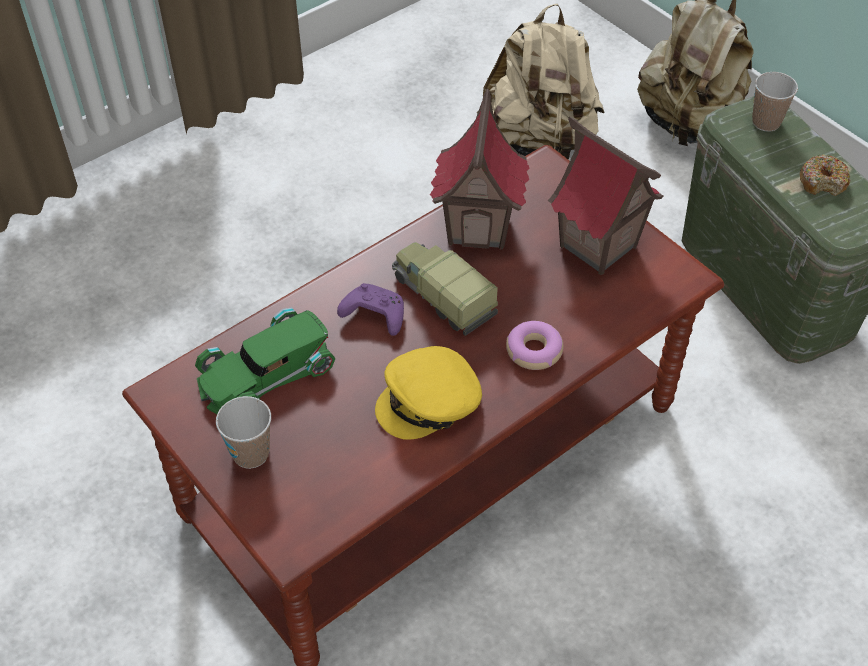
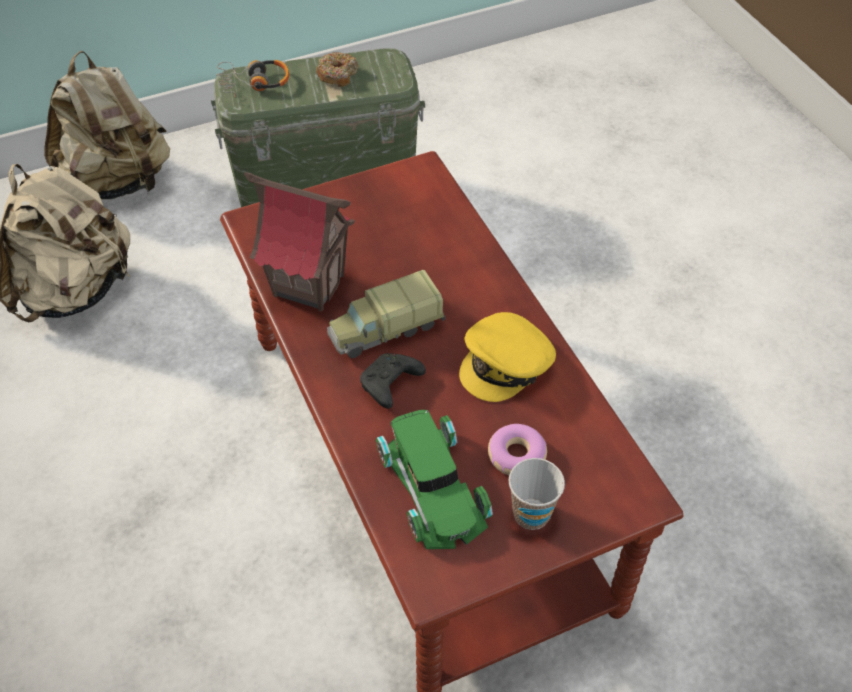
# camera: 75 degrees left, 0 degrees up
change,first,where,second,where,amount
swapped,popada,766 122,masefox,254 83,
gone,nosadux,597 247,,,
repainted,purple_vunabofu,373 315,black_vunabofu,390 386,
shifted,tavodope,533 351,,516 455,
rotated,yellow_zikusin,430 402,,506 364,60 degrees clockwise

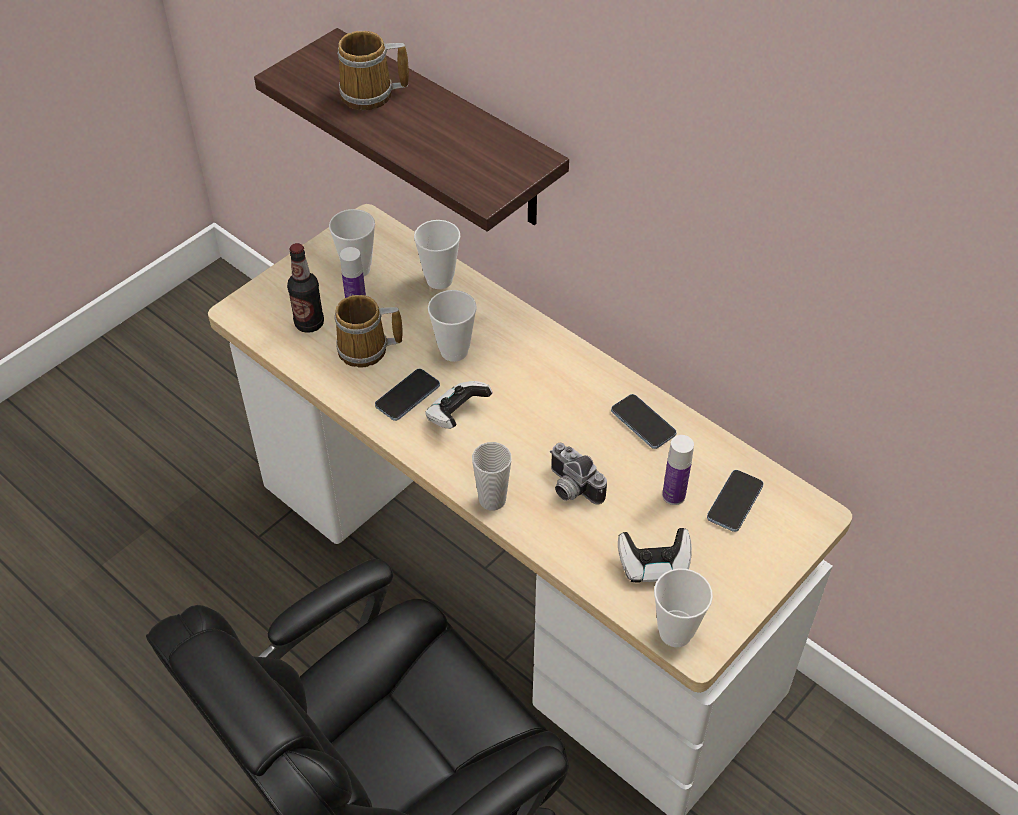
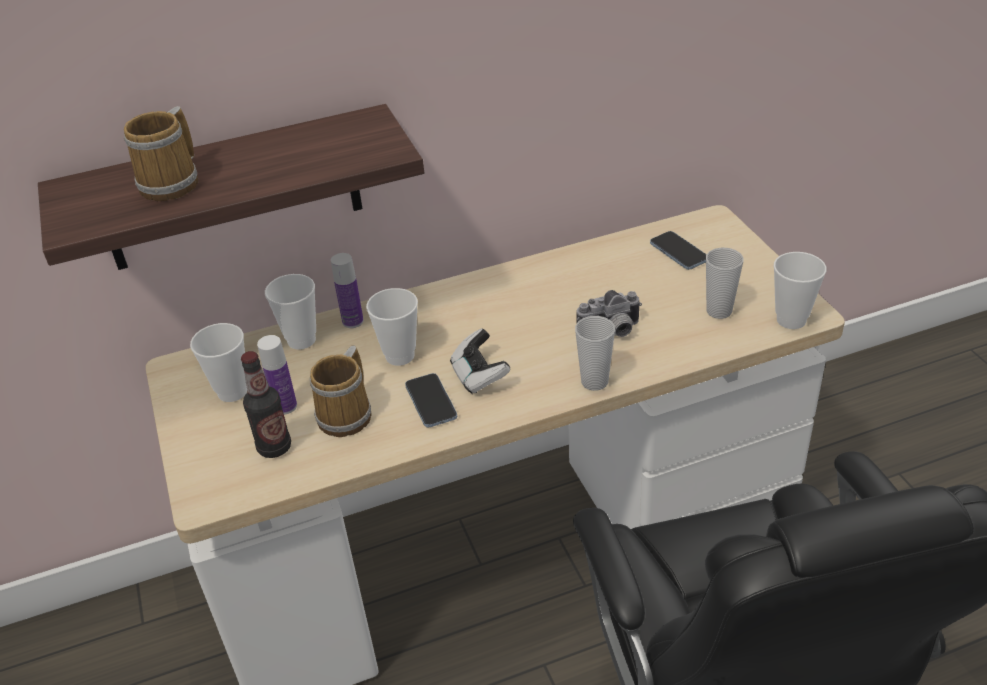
# camera: 60 degrees left, 10 degrees down
change,first,where,second,where,amount
gone,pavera,643 423,,,
shifted,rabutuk,673 495,,353 321,
swapped,vunabofu,653 565,popada,719 311,

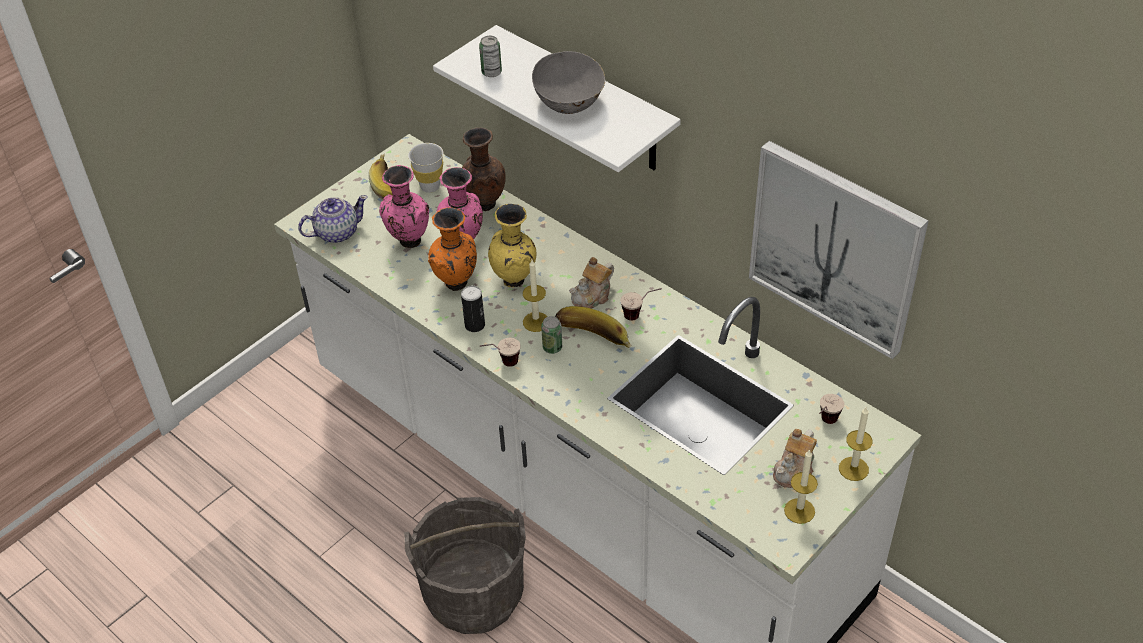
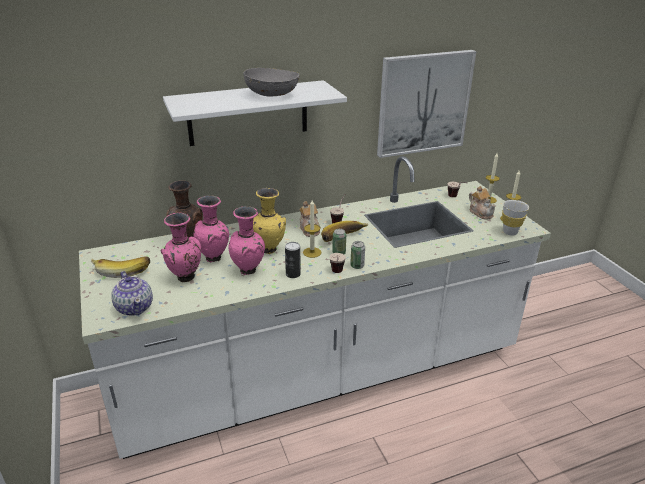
# camera: 65 degrees left, 15 degrees down
change,first,where,second,where,amount
shifted,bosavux,491 72,,357 266,
shifted,white_popada,430 186,,510 232,
rotated,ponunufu,336 232,,135 307,150 degrees clockwise
repainted,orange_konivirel,456 285,pink_konivirel,249 271,
gone,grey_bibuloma,474 594,,,

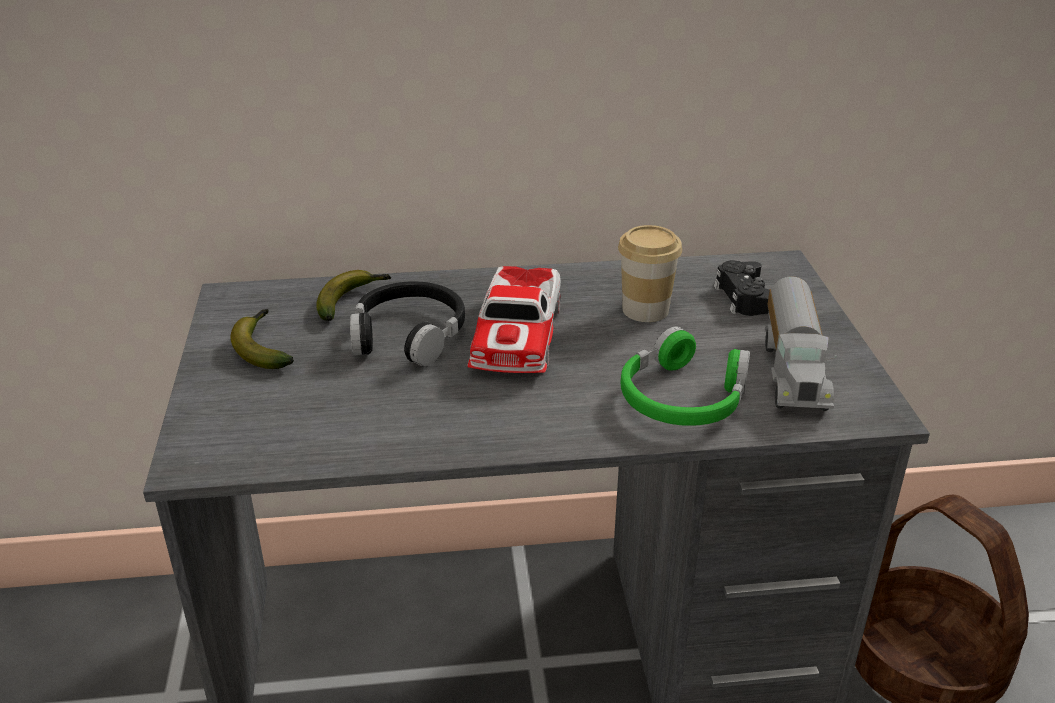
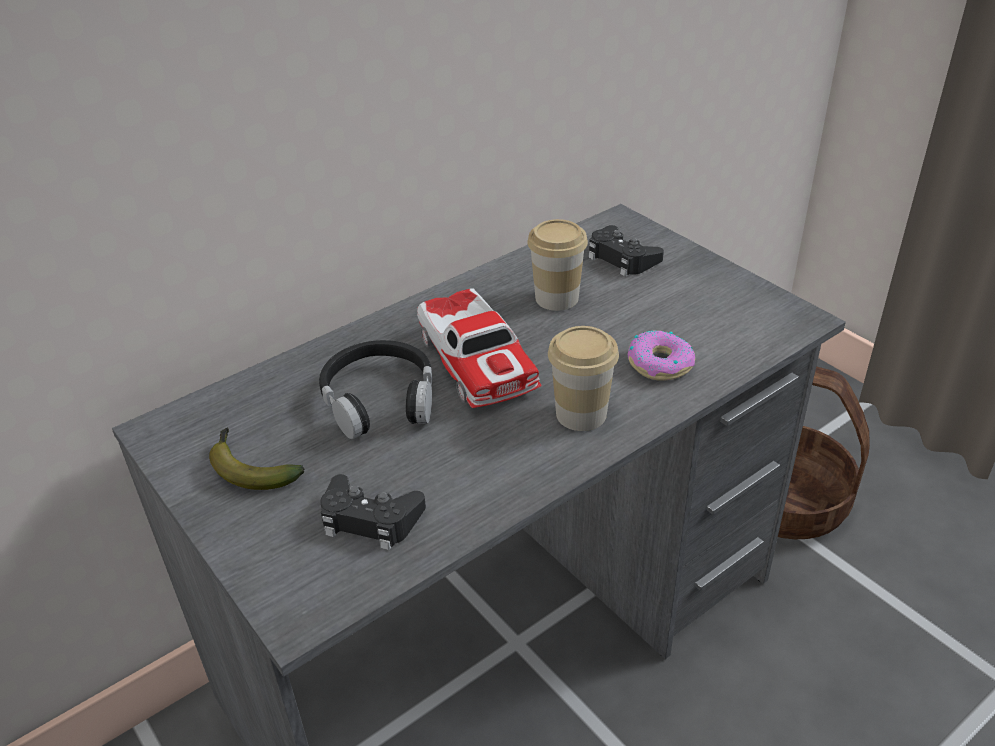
# camera: 30 degrees left, 5 degrees up
change,first,where,second,where,amount
gone,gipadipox,352 301,,,
gone,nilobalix,795 371,,,
swapped,green_masefox,683 398,tavodope,660 363,
new,,,popada,581 414,
new,,,black_vunabofu,370 519,

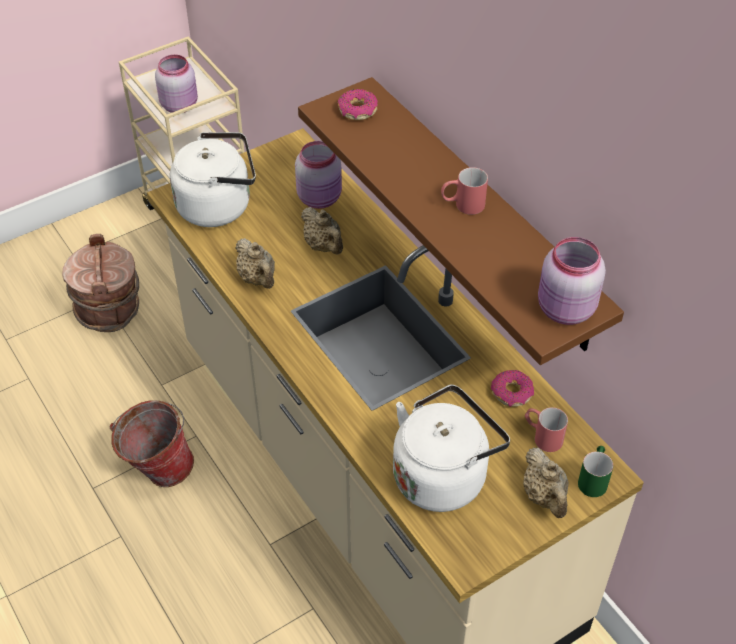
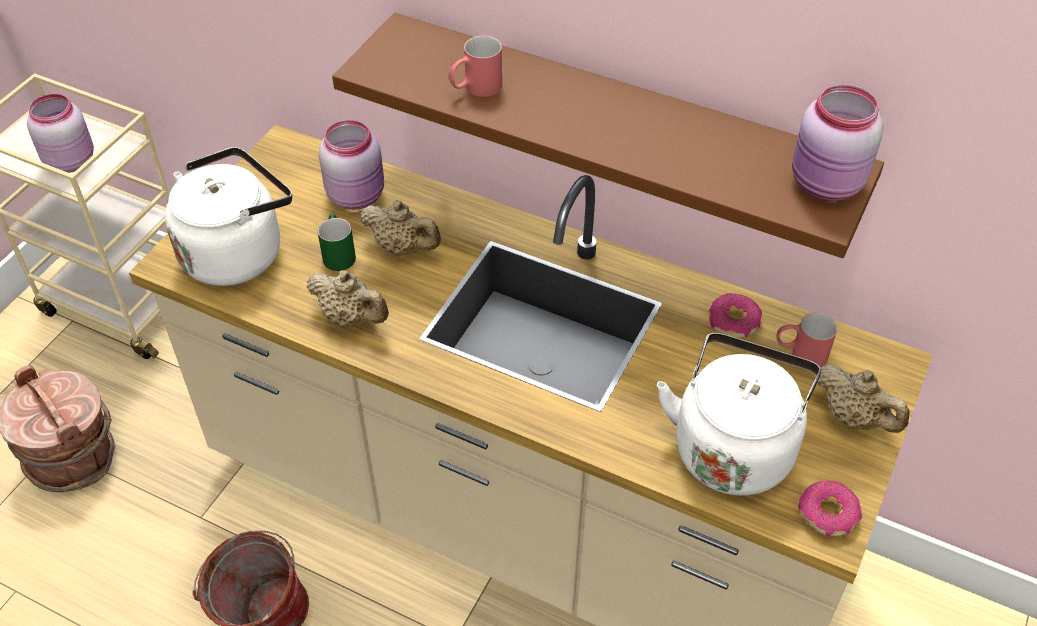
# camera: 30 degrees left, 0 degrees up
change,first,where,second,where,amount
shifted,tavodope,357 111,,828 514,
shifted,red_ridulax,462 205,,475 89,
shifted,green_ridulax,593 478,,338 253,

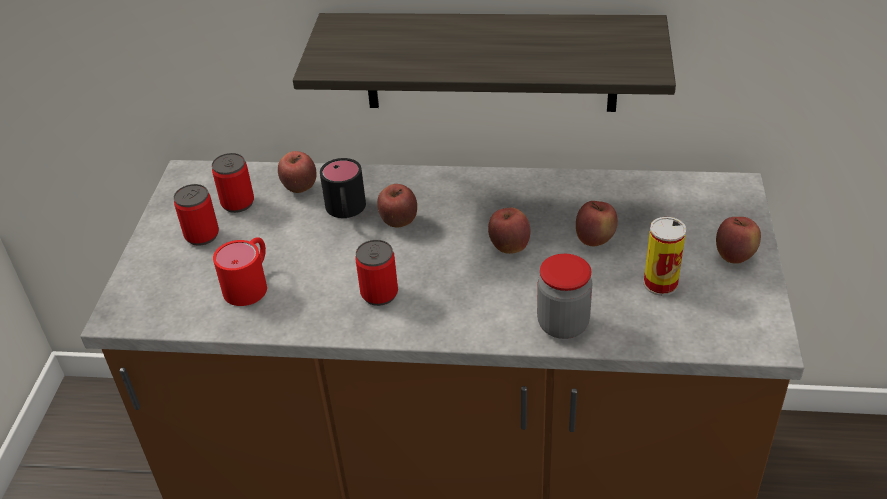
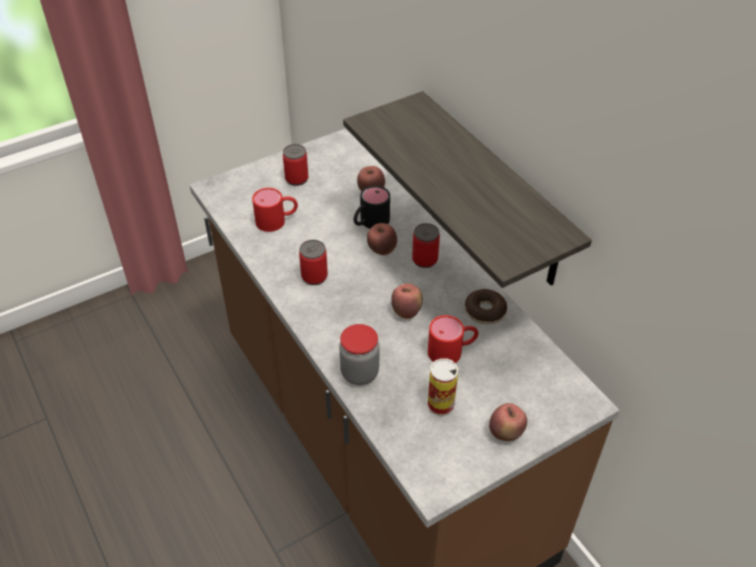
# camera: 50 degrees right, 5 degrees up
change,first,where,second,where,amount
shifted,bosavux,238 203,,424 260,
swapped,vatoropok,595 240,red_ridulax,452 350,
new,,,tavodope,485 311,

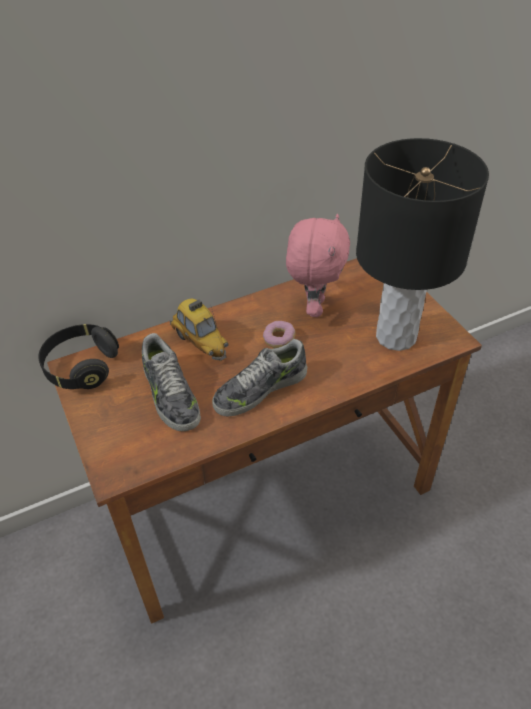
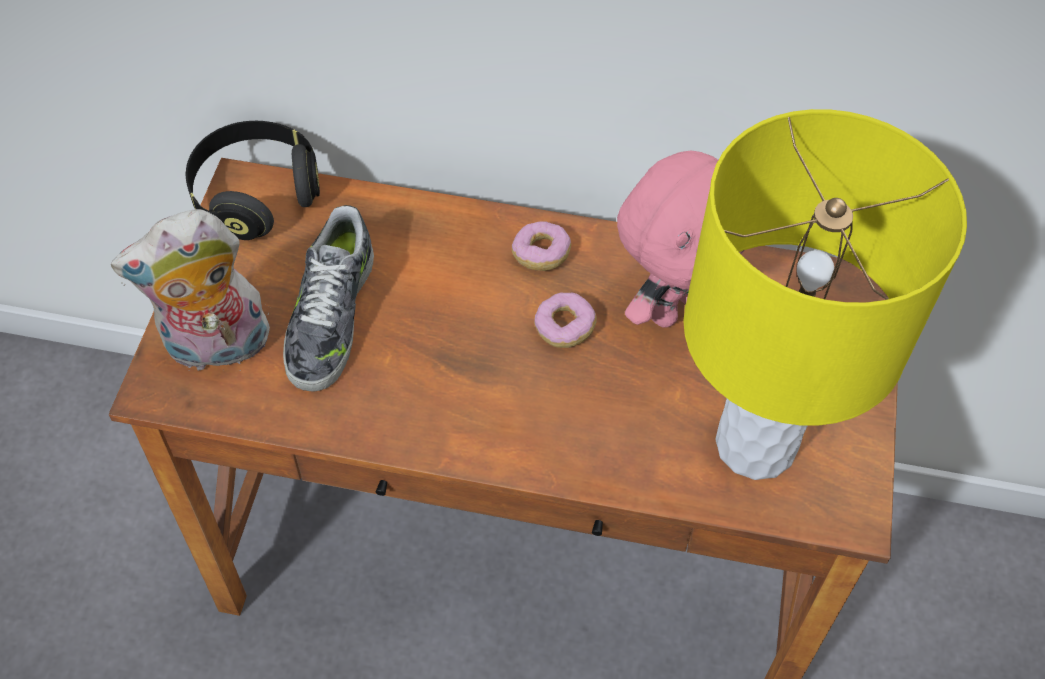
# camera: 35 degrees right, 10 degrees up
change,first,where,second,where,amount
repainted,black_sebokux,396 337,yellow_sebokux,754 445,
gone,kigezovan,200 342,,,
gone,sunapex,260 389,,,
new,,,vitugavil,216 348,
new,,,tavodope,541 254,

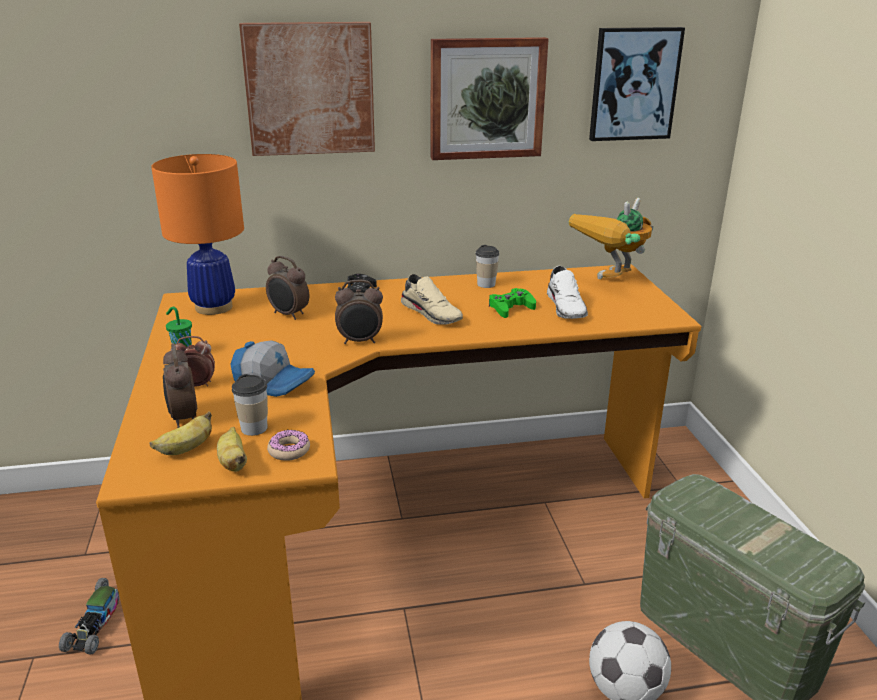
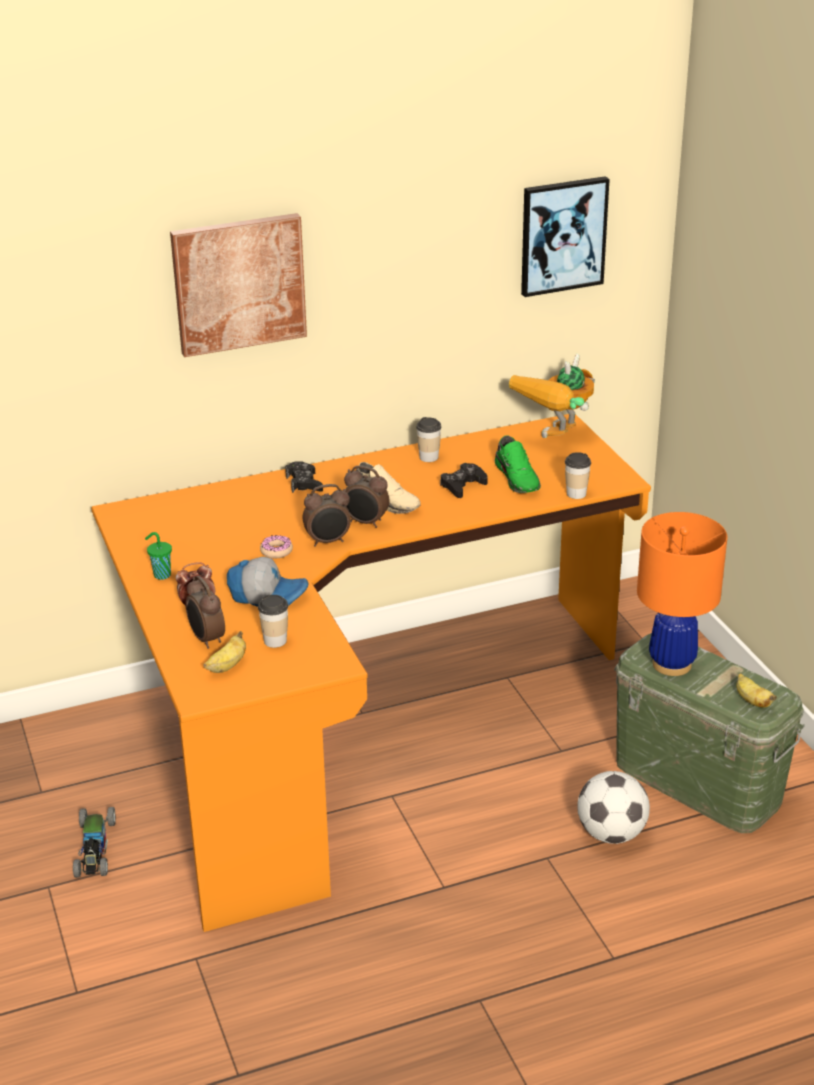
# camera: 10 degrees left, 5 degrees up
change,first,where,second,where,amount
gone,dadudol,486 98,,,
shifted,orange_sebokux,213 307,,671 664,
shifted,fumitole,288 315,,366 523,
repainted,white_sunapex,567 307,green_sunapex,518 478,
repainted,green_vunabofu,511 308,black_vunabofu,463 485,
shifted,gipadipox,233 462,,751 701,
shifted,tavodope,289 450,,276 551,
new,,,popada,576 494,

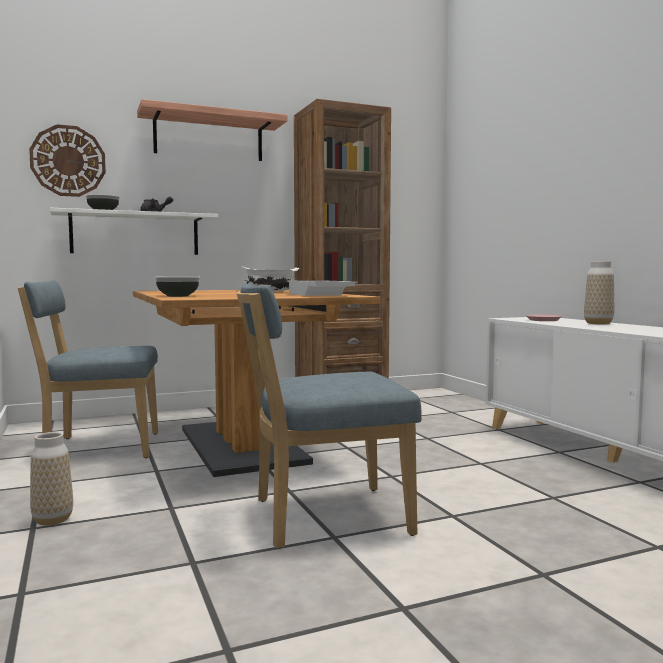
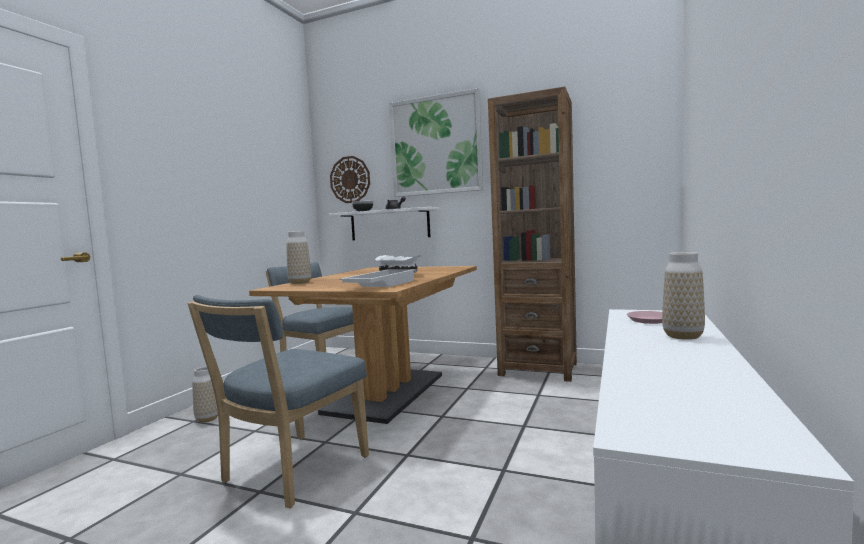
# camera: 45 degrees right, 0 degrees up
change,first,where,second,where,amount
swapped,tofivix,209 137,dadudol,435 145,
swapped,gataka,177 296,konivirel,300 283,
rotated,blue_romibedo,322 517,,291 472,90 degrees counterclockwise

